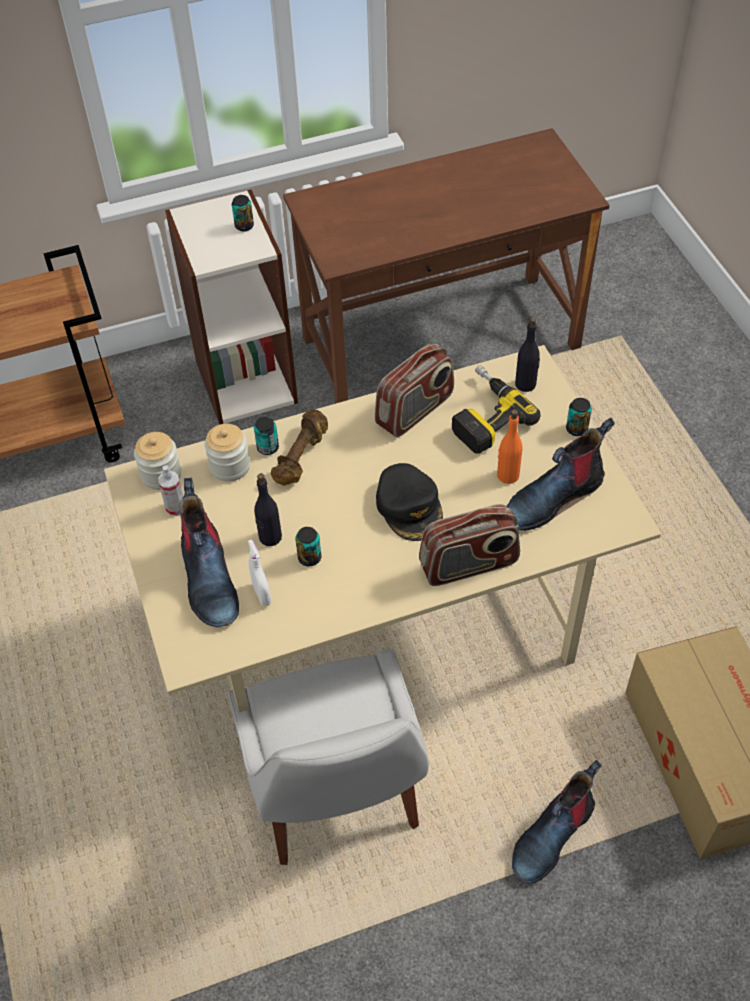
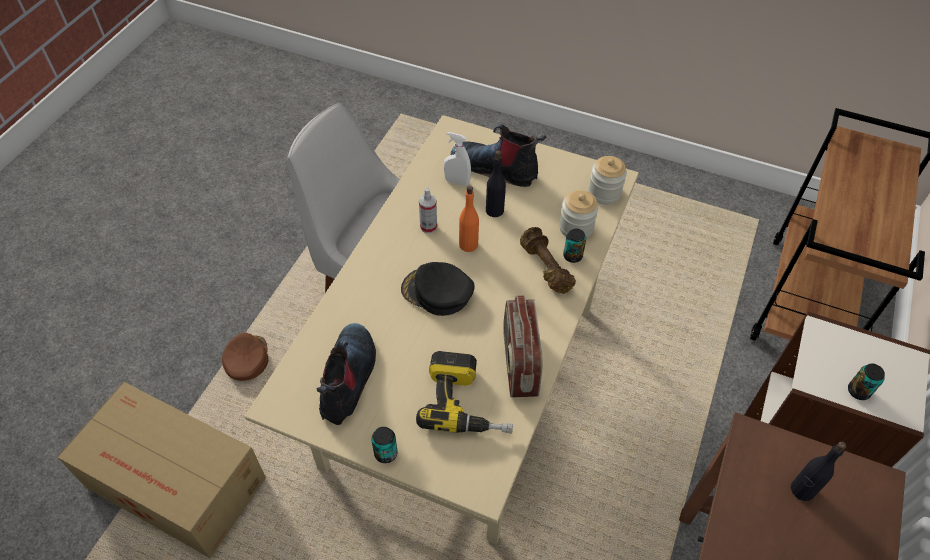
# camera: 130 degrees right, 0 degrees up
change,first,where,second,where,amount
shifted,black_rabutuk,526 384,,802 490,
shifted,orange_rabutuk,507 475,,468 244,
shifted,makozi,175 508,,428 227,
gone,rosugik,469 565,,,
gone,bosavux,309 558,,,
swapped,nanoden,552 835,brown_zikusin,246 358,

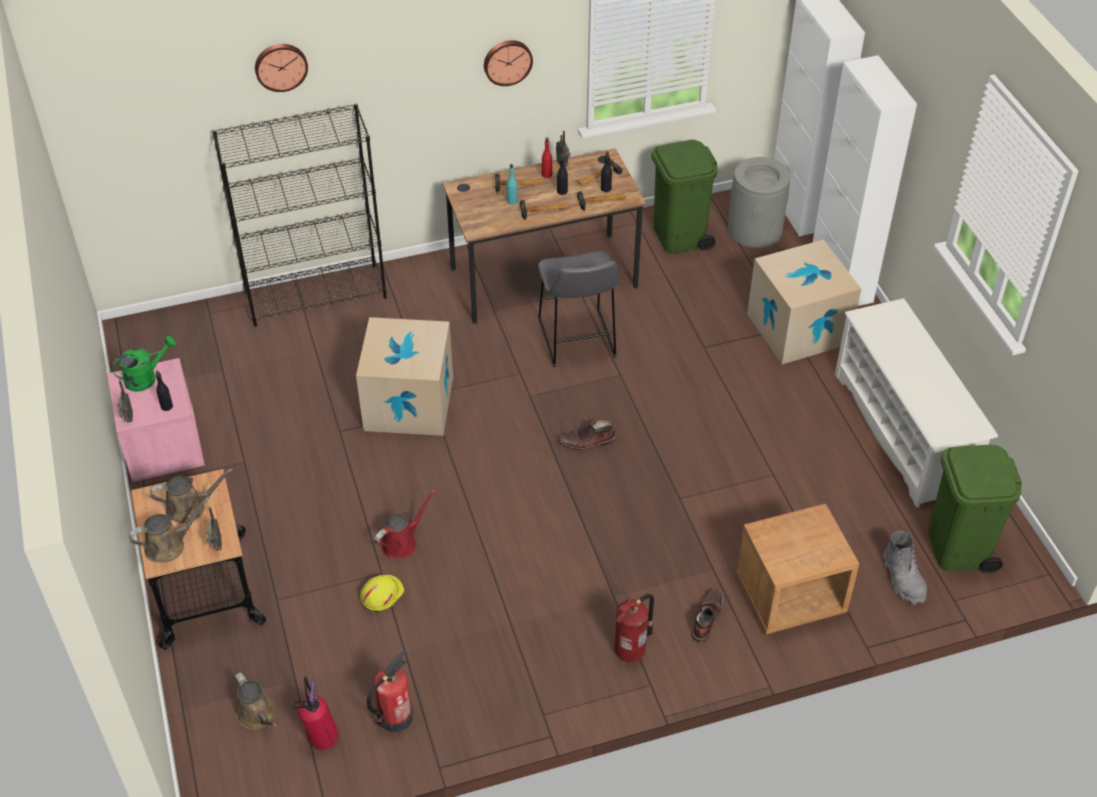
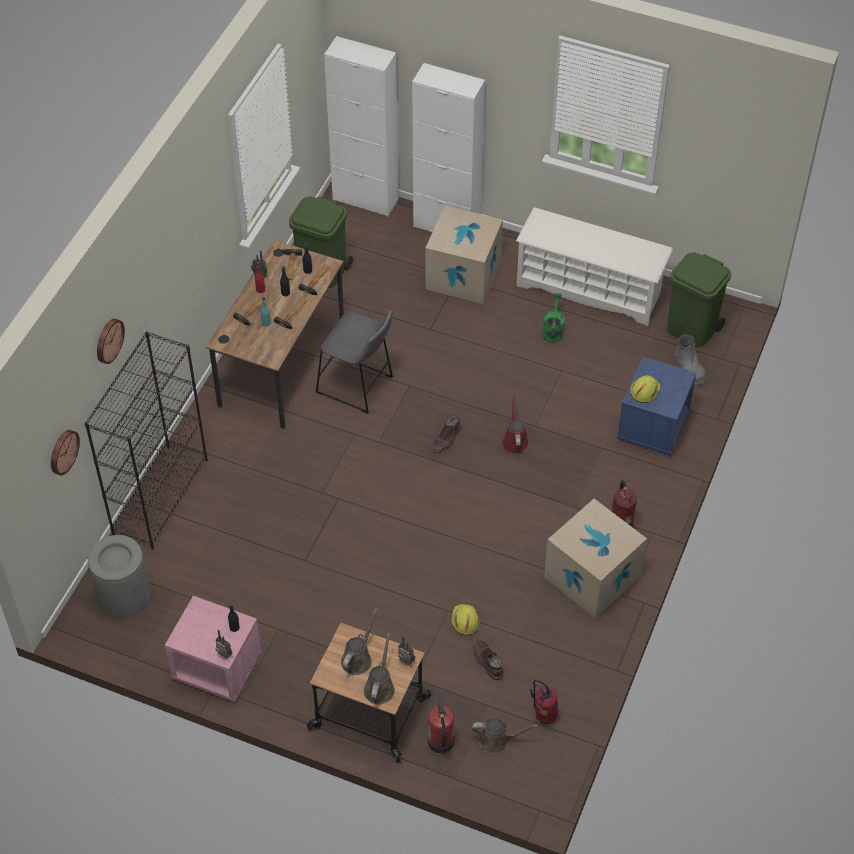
# camera: 50 degrees left, 5 degrees up
change,first,where,second,where,amount
shifted,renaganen,507 61,,62 451,
shifted,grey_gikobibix,754 229,,123 594,
shifted,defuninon,409 403,,592 577,
shifted,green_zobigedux,146 378,,552 330,
shifted,red_zobigedux,402 542,,514 440,
repainted,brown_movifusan,789 596,blue_movifusan,653 427,
rotated,grey_nanoden,903 579,,689 369,45 degrees clockwise
shifted,brown_nanoden,706 618,,487 661,
shifted,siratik,394 717,,440 742,
new,,,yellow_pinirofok,644 391,

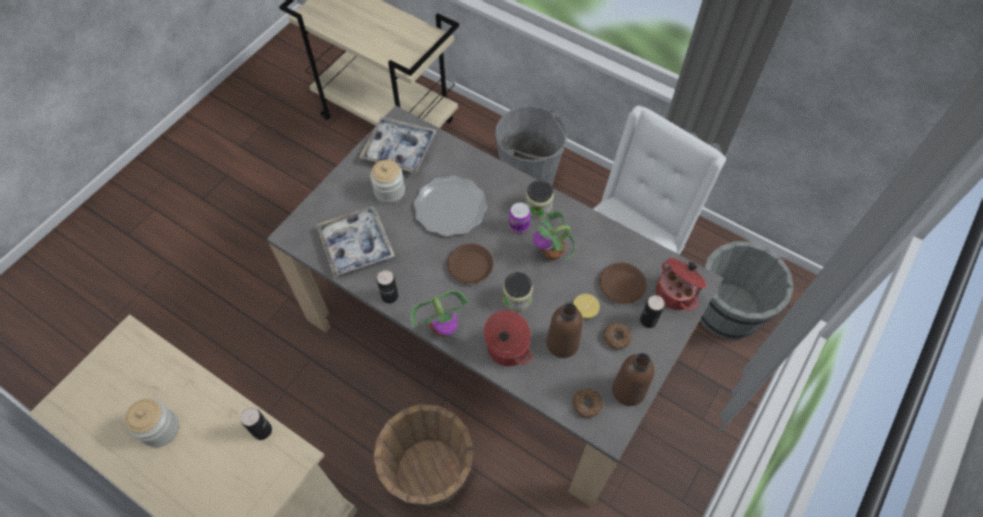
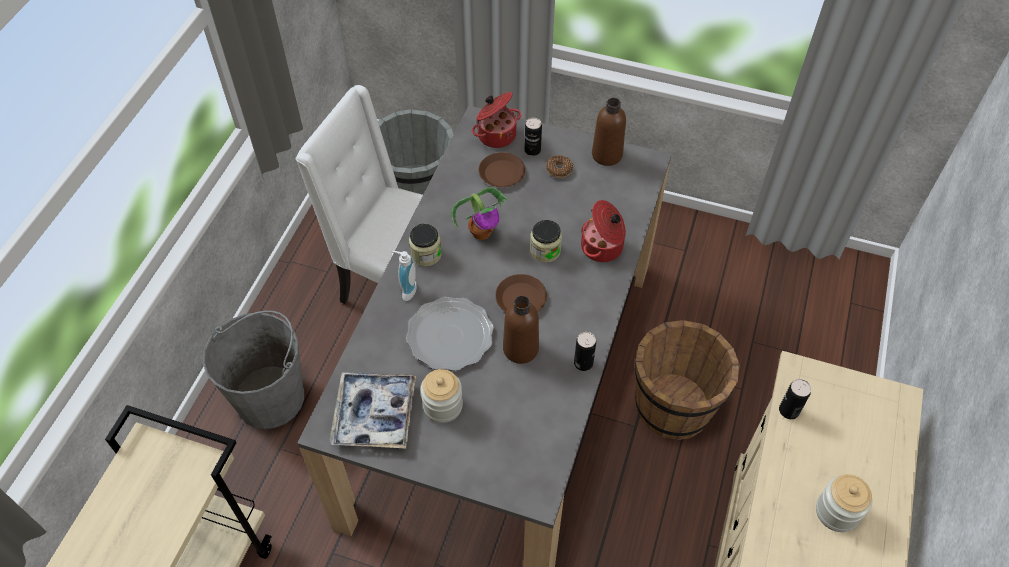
# camera: 105 degrees left, 5 degrees down
change,first,where,second,where,amount
gone,bosavux,519 226,,,
gone,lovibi,356 245,,,
gone,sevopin,443 328,,,
gone,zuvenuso,584 311,,,
shifted,brown_rabutuk,562 343,,520 349,
gone,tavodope,586 404,,,
new,,,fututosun,406 290,

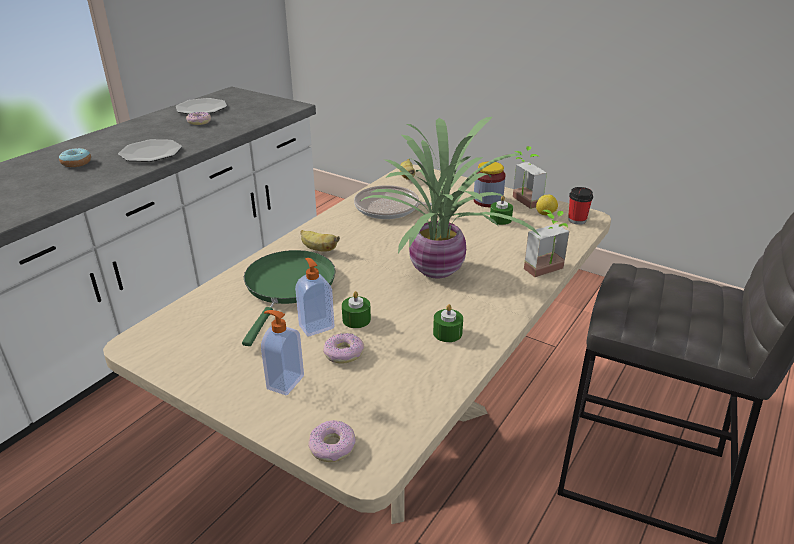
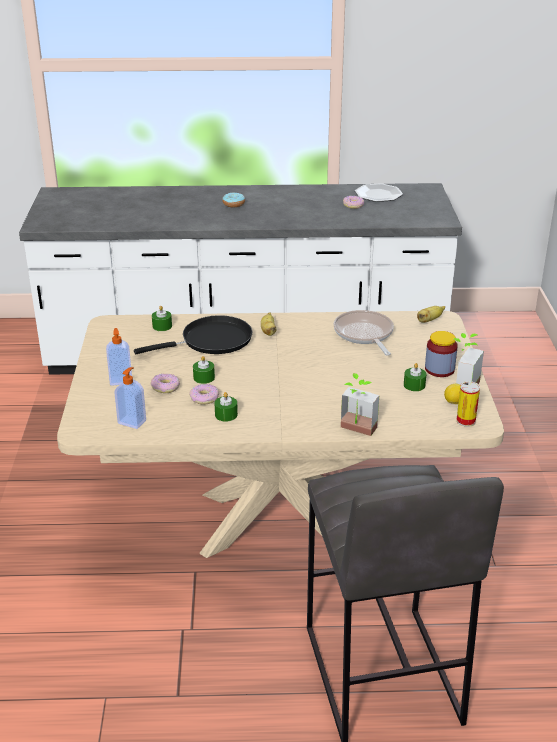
# camera: 55 degrees right, 0 degrees up
change,first,where,second,where,amount
gone,sevopin,438 271,,,
gone,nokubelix,151 153,,,
swapped,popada,577 220,bosavux,465 421,
repainted,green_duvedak,288 286,black_duvedak,212 341,
shifted,fututosun,316 326,,132 421,
shifted,tavodope,332 447,,204 398,
new,,,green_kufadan,162 326,

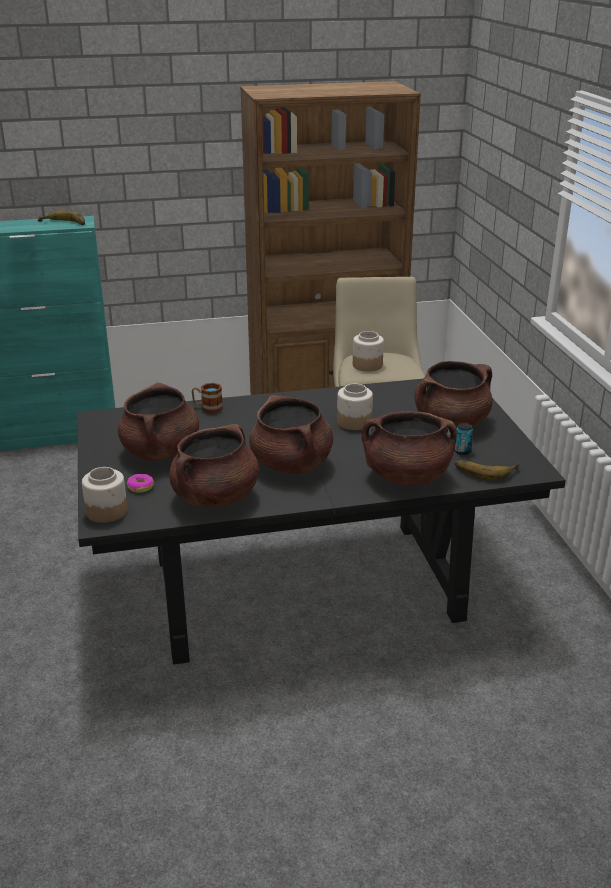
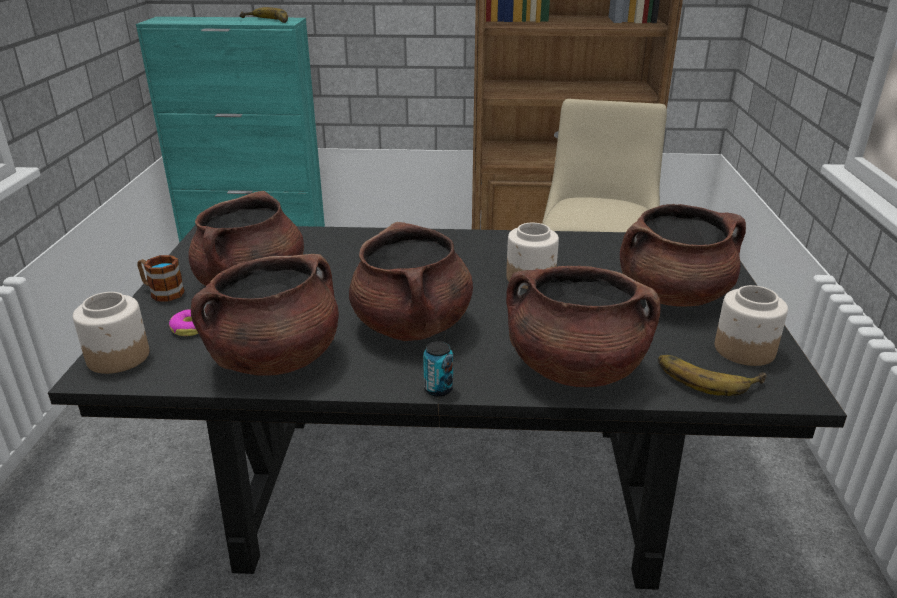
# camera: 15 degrees right, 0 degrees up
change,first,where,second,where,amount
shifted,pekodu,367 365,,743 350,
shifted,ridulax,207 408,,162 292,
shifted,bosavux,462 451,,438 389,

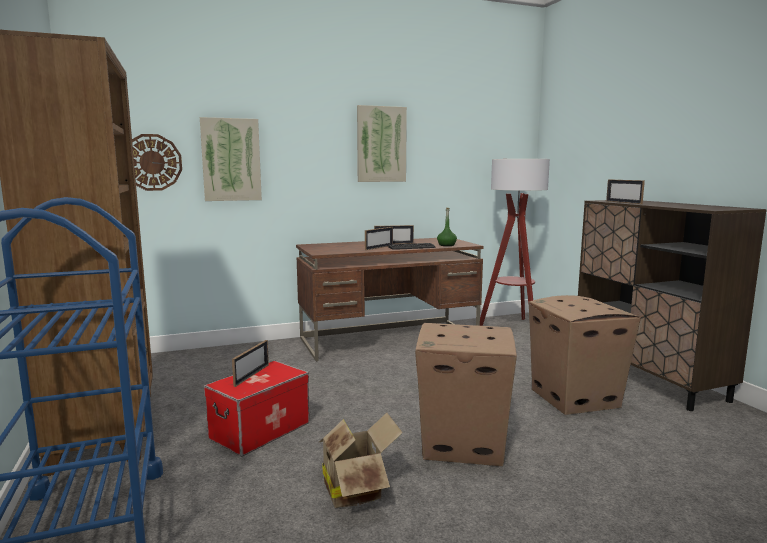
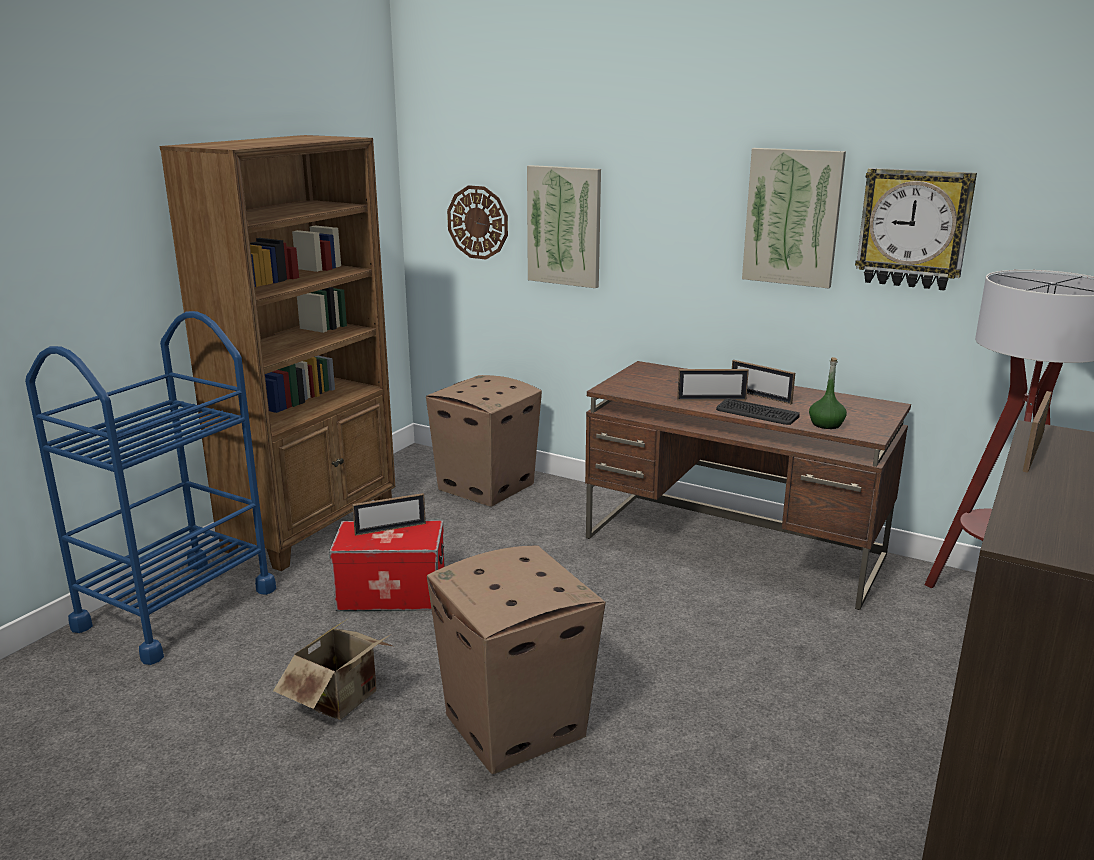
# camera: 50 degrees right, 10 degrees up
change,first,where,second,where,amount
shifted,defuninon,575 398,,485 487,
new,,,renaganen,913 228,

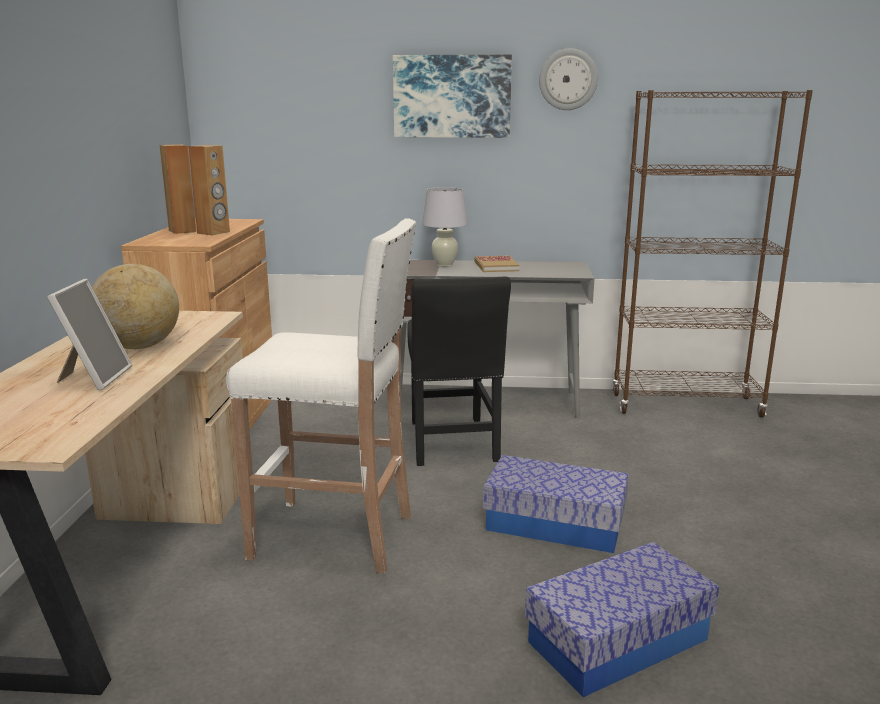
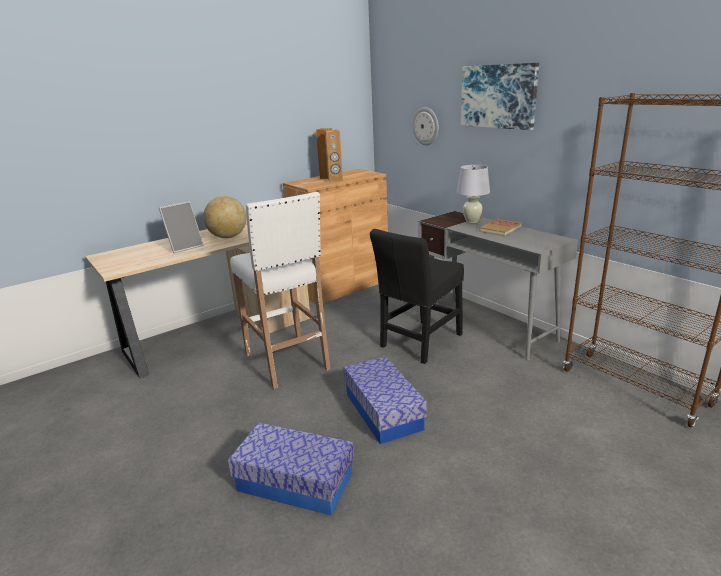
# camera: 50 degrees right, 5 degrees up
change,first,where,second,where,amount
shifted,renaganen,568 79,,426 126,

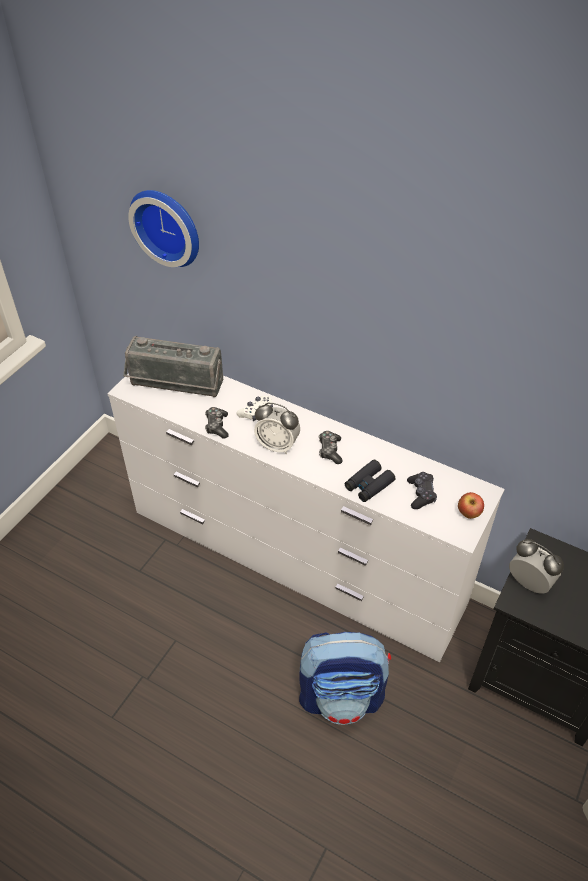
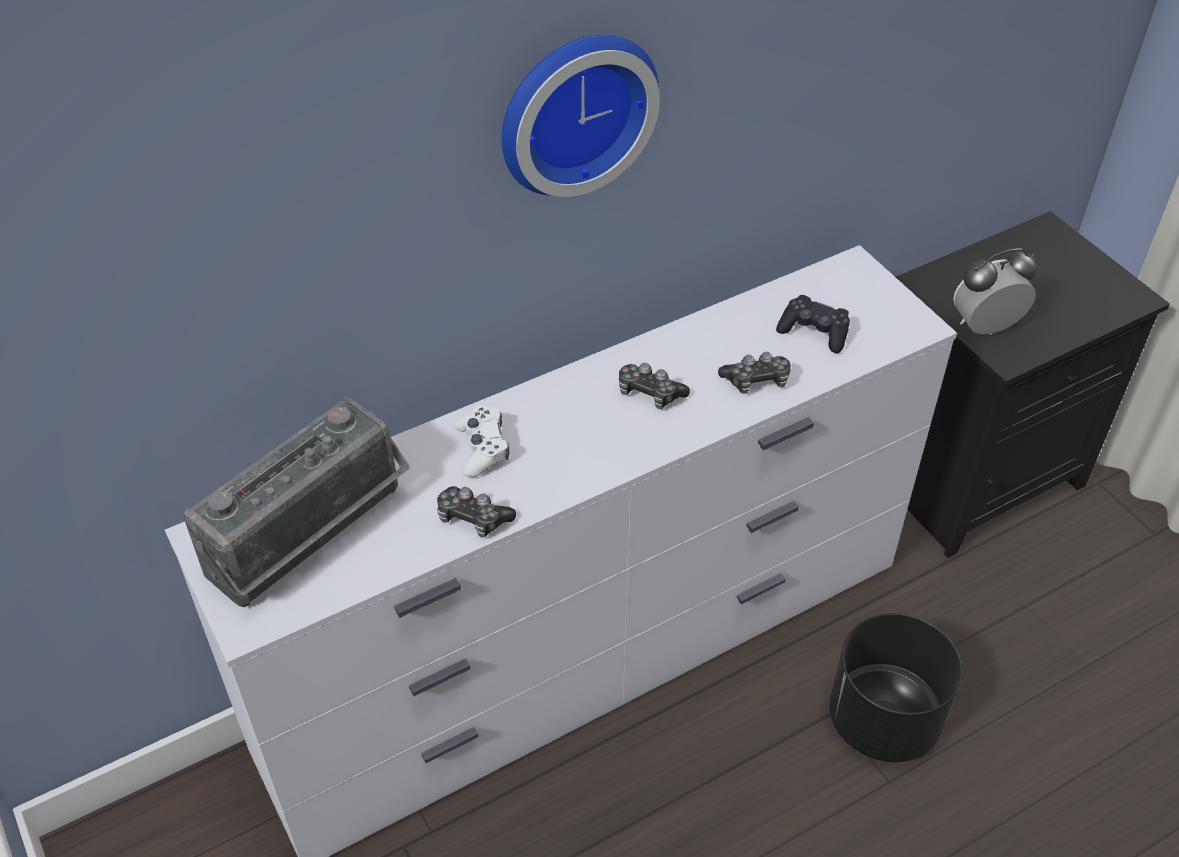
# camera: 60 degrees left, 0 degrees up
change,first,where,second,where,amount
shifted,renaganen,168 225,,573 109,
gone,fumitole,277 445,,,
swapped,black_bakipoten,369 485,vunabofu,756 380,
gone,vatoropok,468 514,,,
swapped,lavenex,342 696,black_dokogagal,883 719,

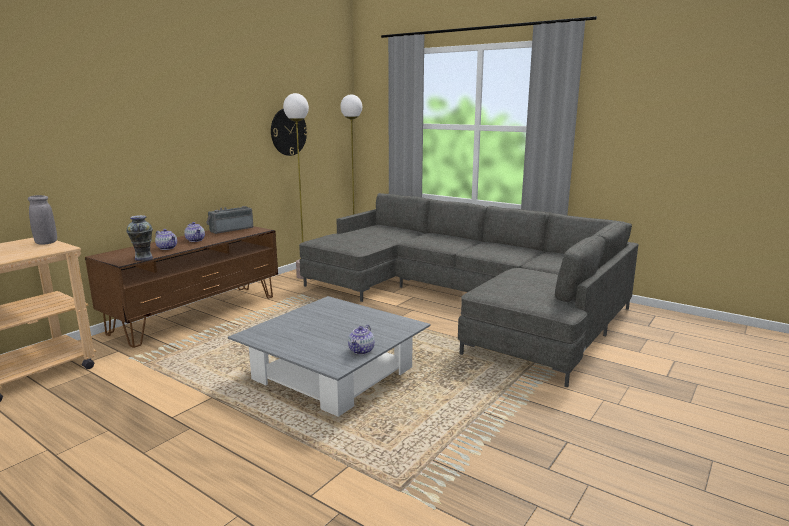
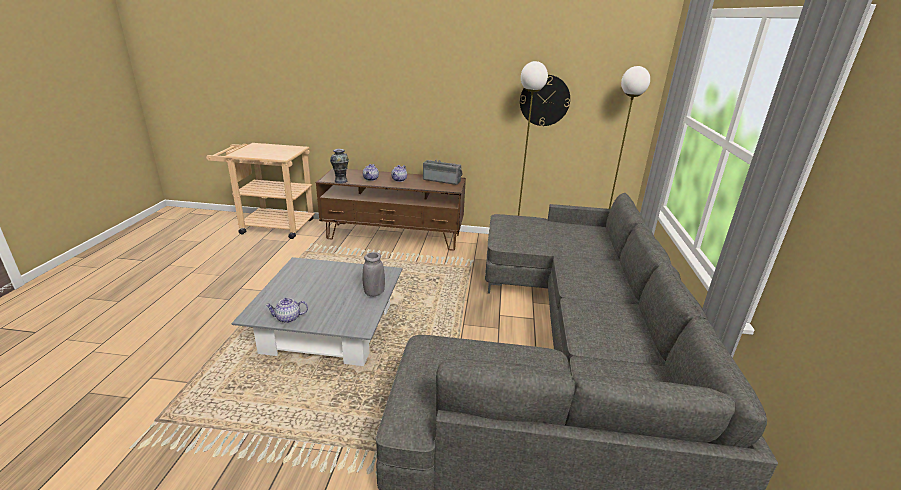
# camera: 60 degrees right, 10 degrees up
change,first,where,second,where,amount
shifted,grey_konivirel,46 243,,374 293,

